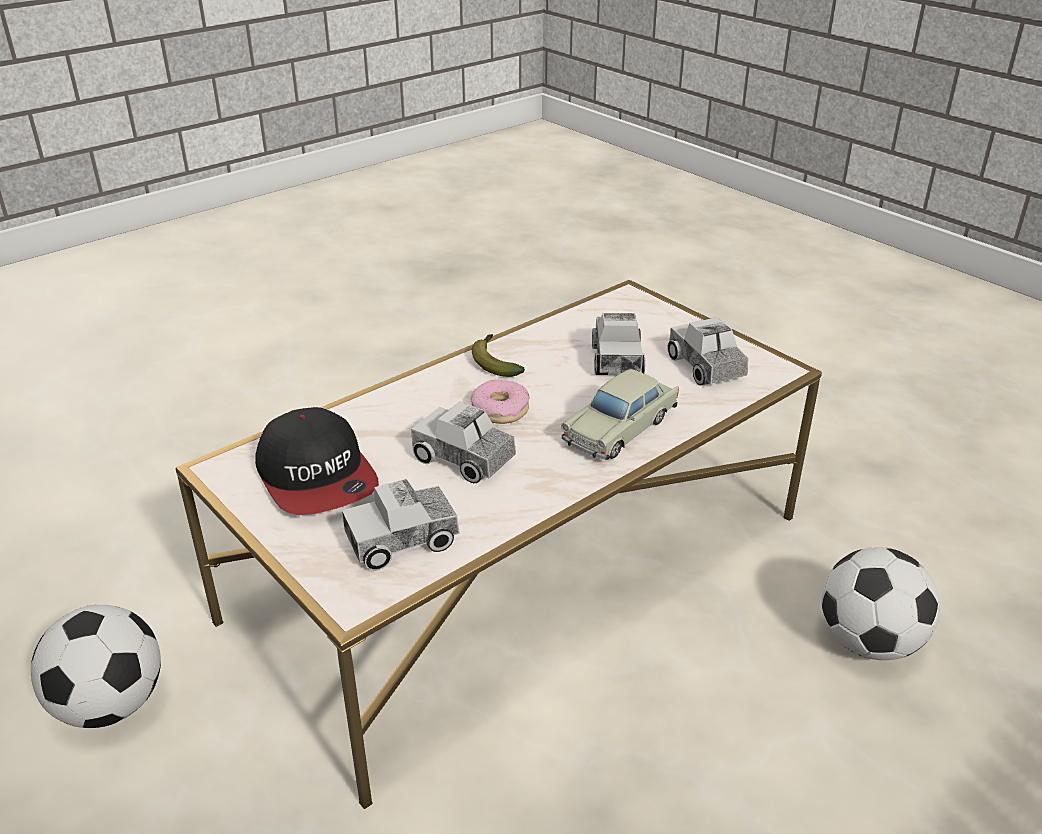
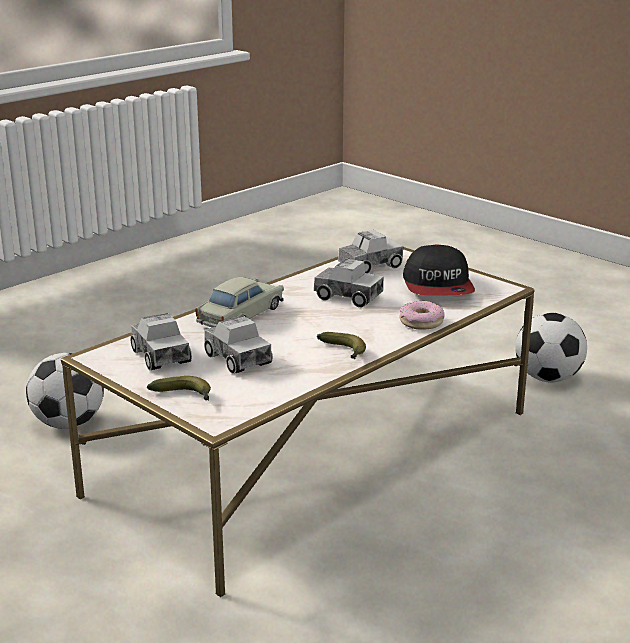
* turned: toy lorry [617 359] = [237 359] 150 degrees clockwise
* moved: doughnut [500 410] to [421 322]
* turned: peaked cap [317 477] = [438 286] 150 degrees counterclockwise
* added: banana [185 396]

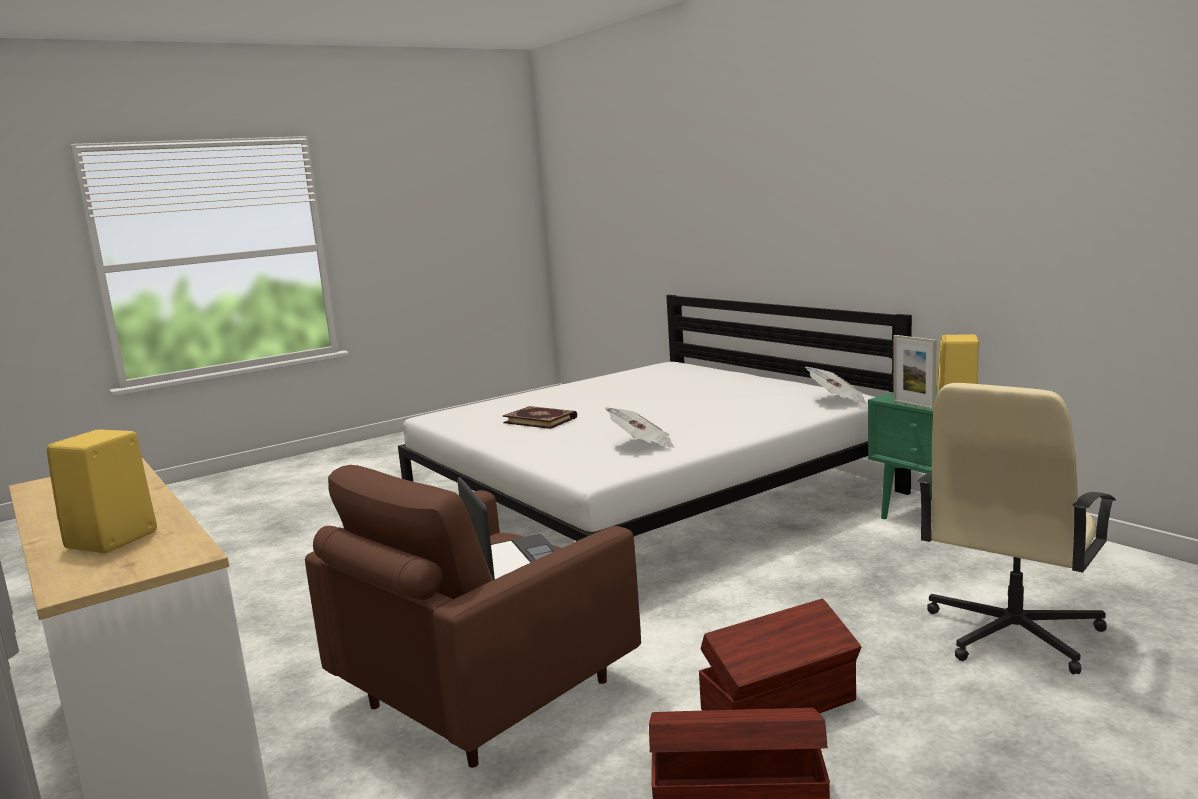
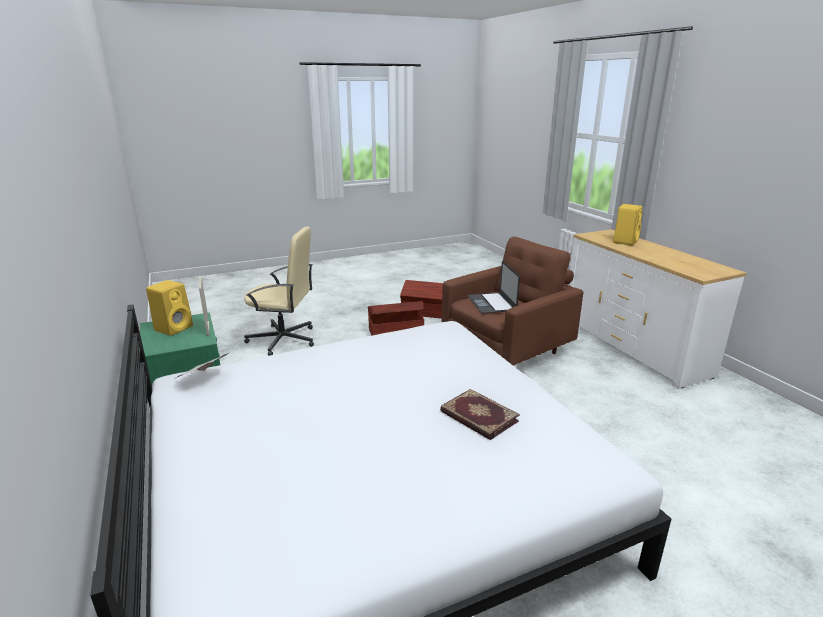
* turned: beige computer chair [1011 634] = [284 340] 45 degrees clockwise
* removed: newspaper [642 445]

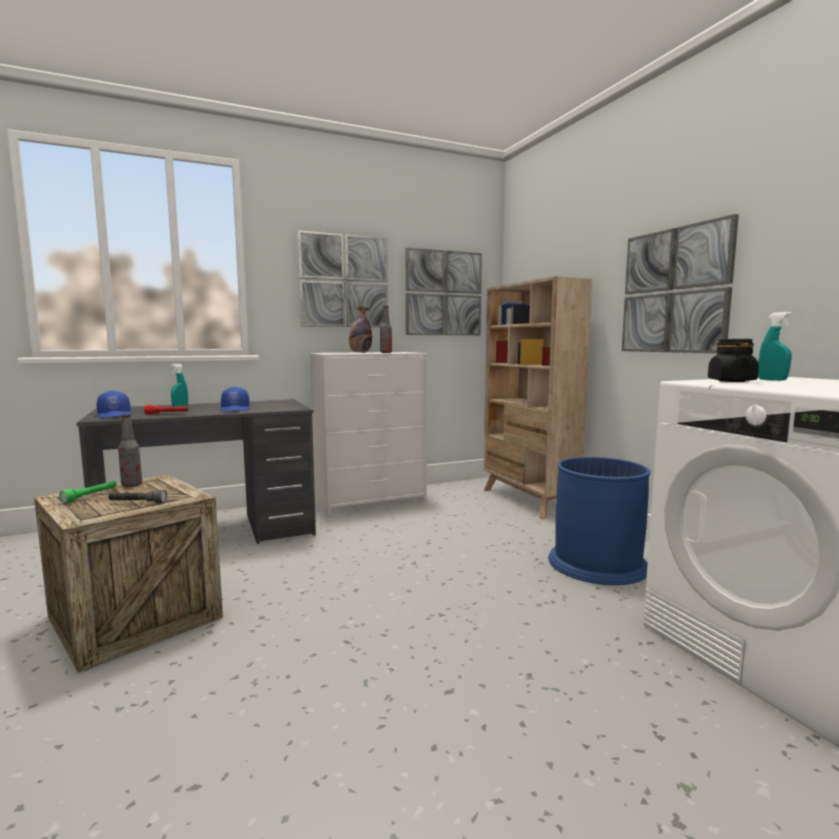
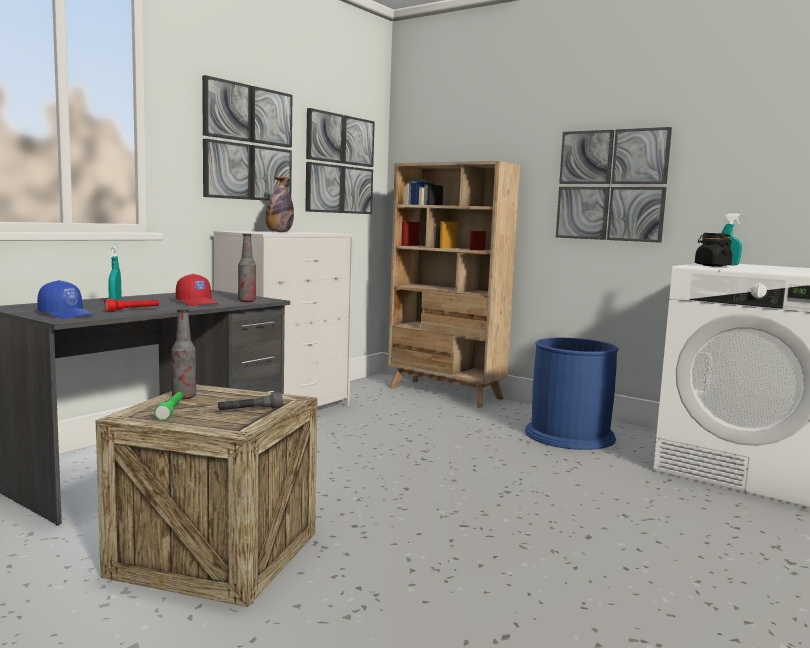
* moved: bottle [386 352] to [247 301]
* recoloured: blue-coloured peaked cap [235 409] to red peaked cap [198 303]

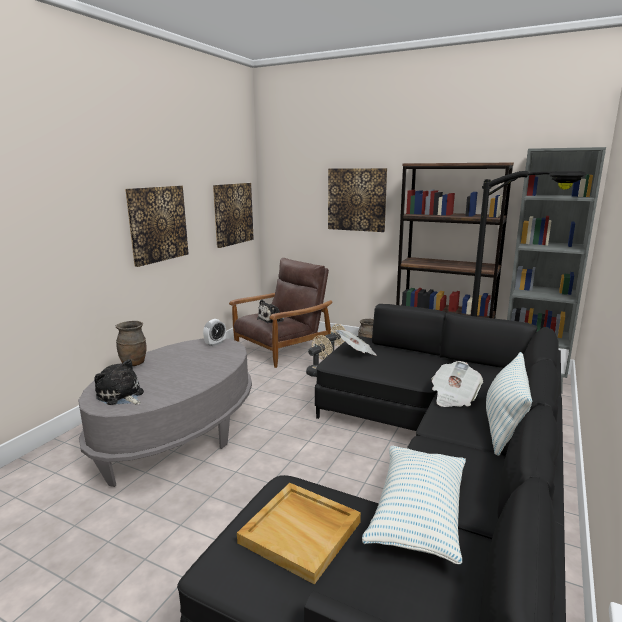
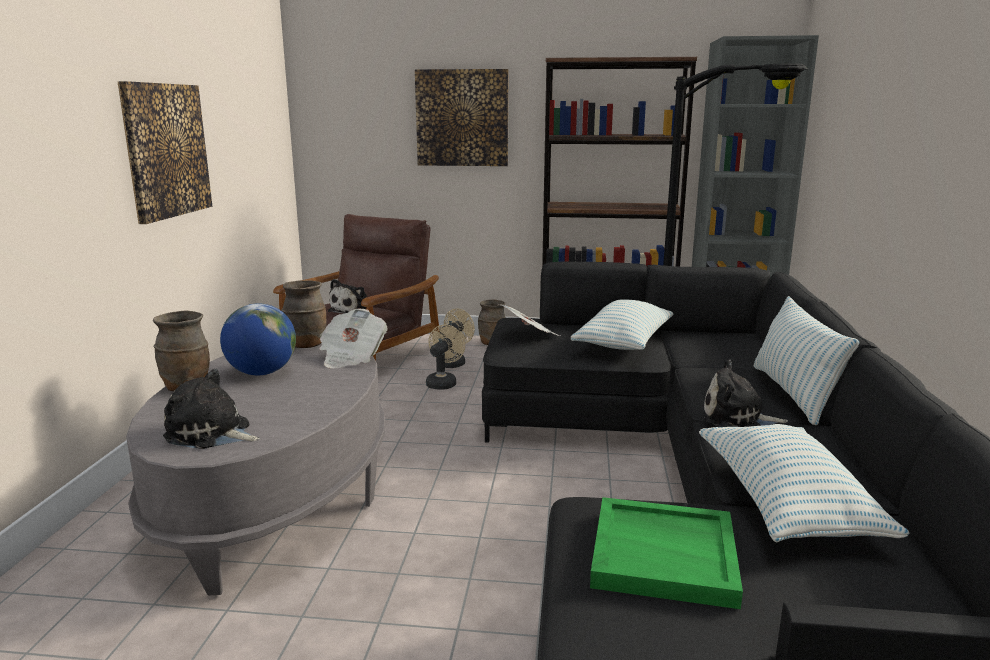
* removed: wall art [233 214]
* replaced: bedside clock [215 343] to brown decorative vase [306 345]
* moved: newspaper [453 397] to [351 357]
* recoloured: beige tray [301 532] to greenish tray [665 555]
* added: pillow [624 343]
* added: world globe [262 373]
* added: plush toy [737 418]

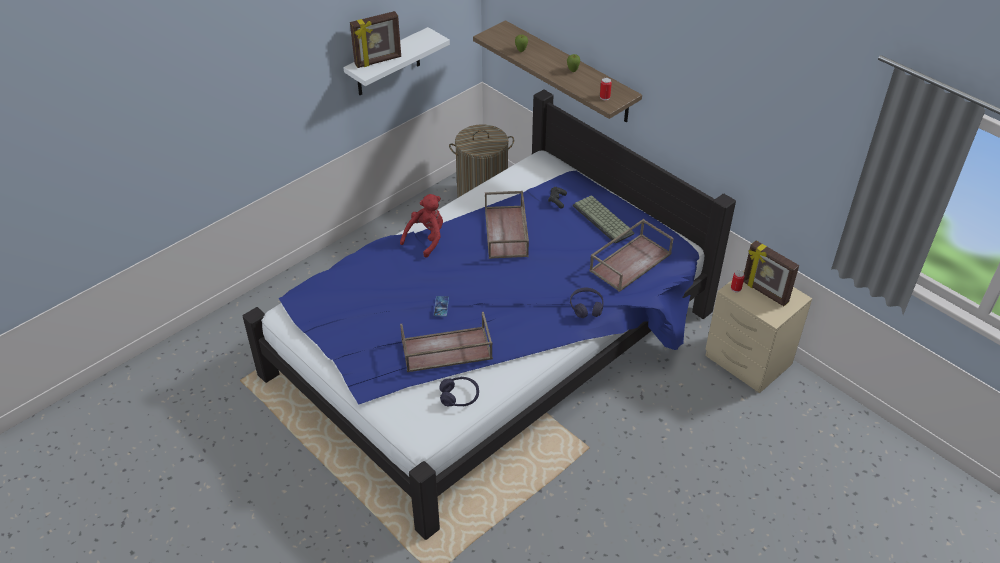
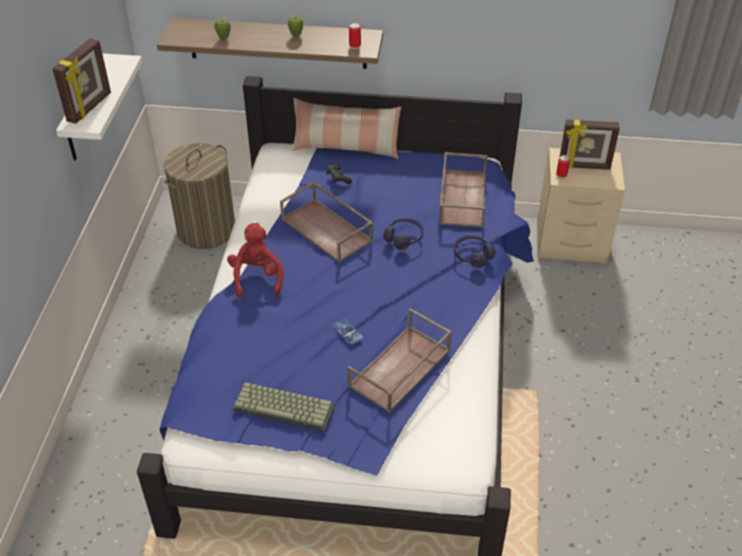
* moved: computer keyboard [604 220] to [285 406]
* moved: purplish headset [459 396] to [404 238]
* added: pillow [346 147]

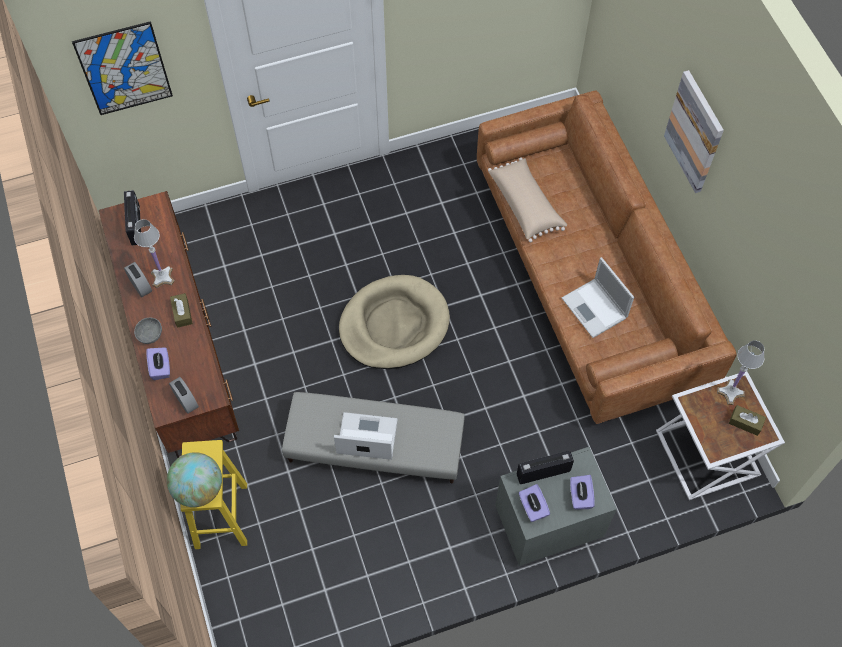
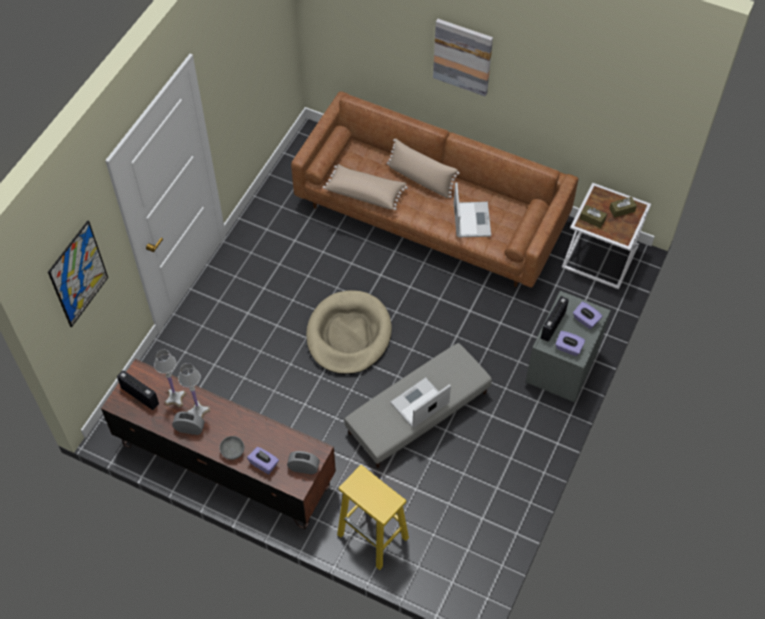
* turned: portable computer [595 309] = [471 219] 105 degrees counterclockwise
* moved: brown box of tissues [182 313] to [592 219]
* moved: whitish table lamp [730 392] to [175 398]
* removed: world globe [199 489]
* added: beige pillow [421 179]

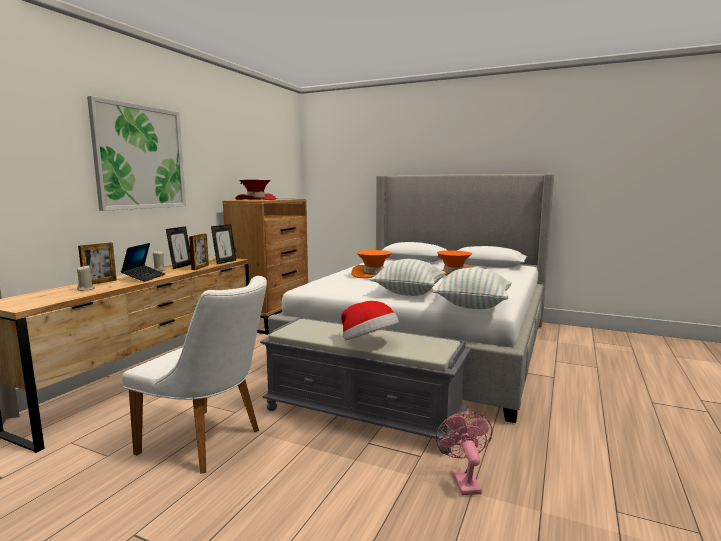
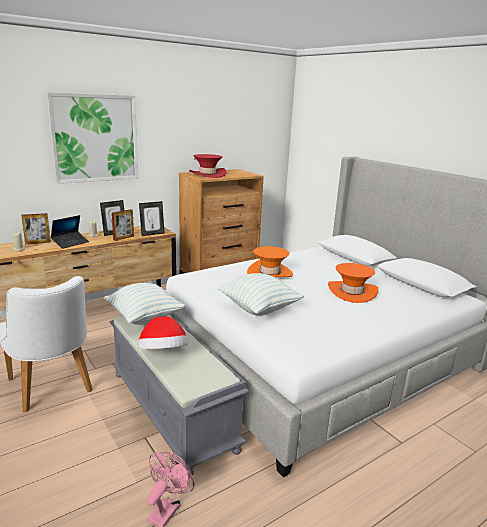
* moved: pillow [473 306] to [144 317]

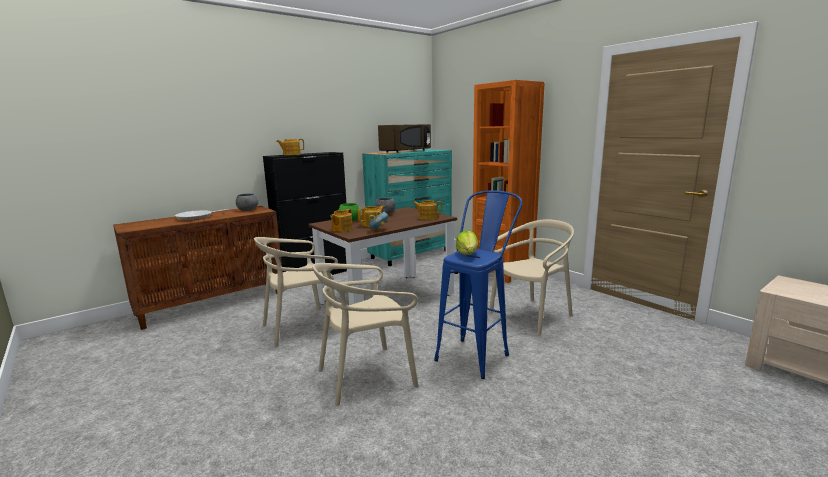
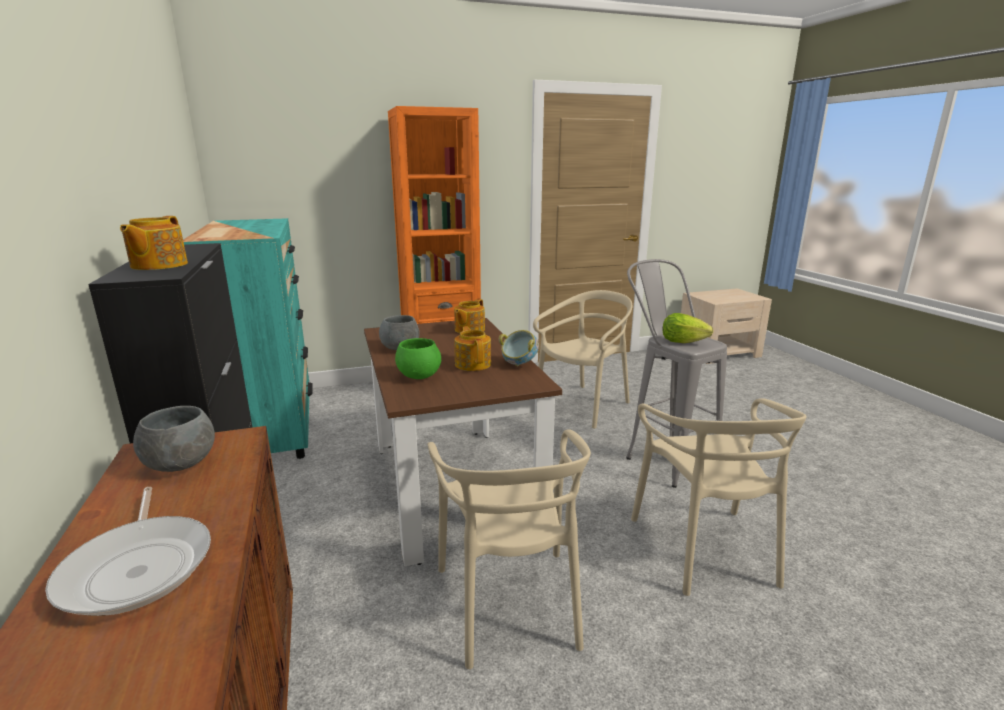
* removed: brown kitchen microwave [407 151]
* recoloured: blue-coloured stool [477 353] to grey stool [662 457]
* removed: tea pot [341 229]
* turned: beige plain chair [531 315] = [583 405] 60 degrees clockwise

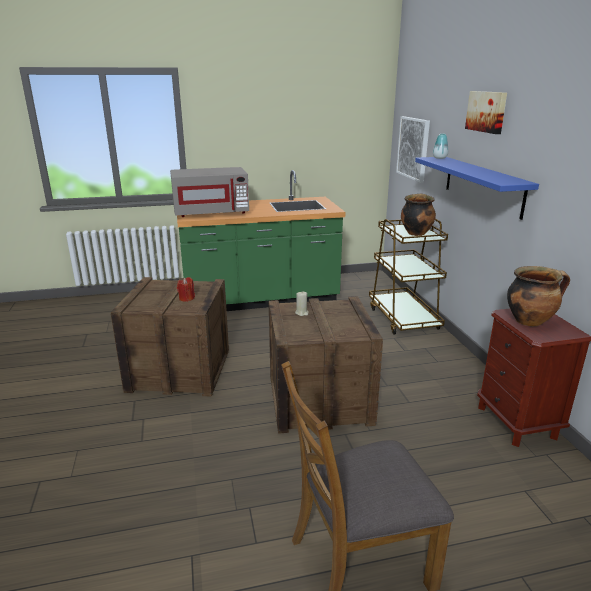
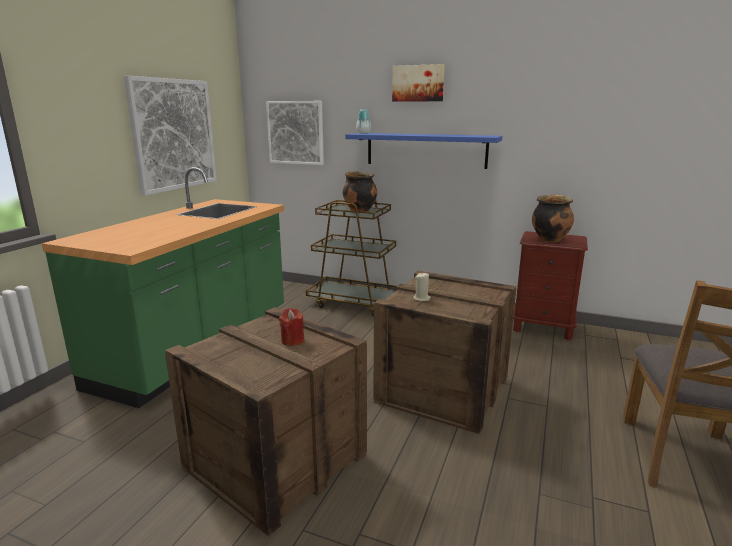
* removed: grey kitchen microwave [211 213]
* added: wall art [174 134]

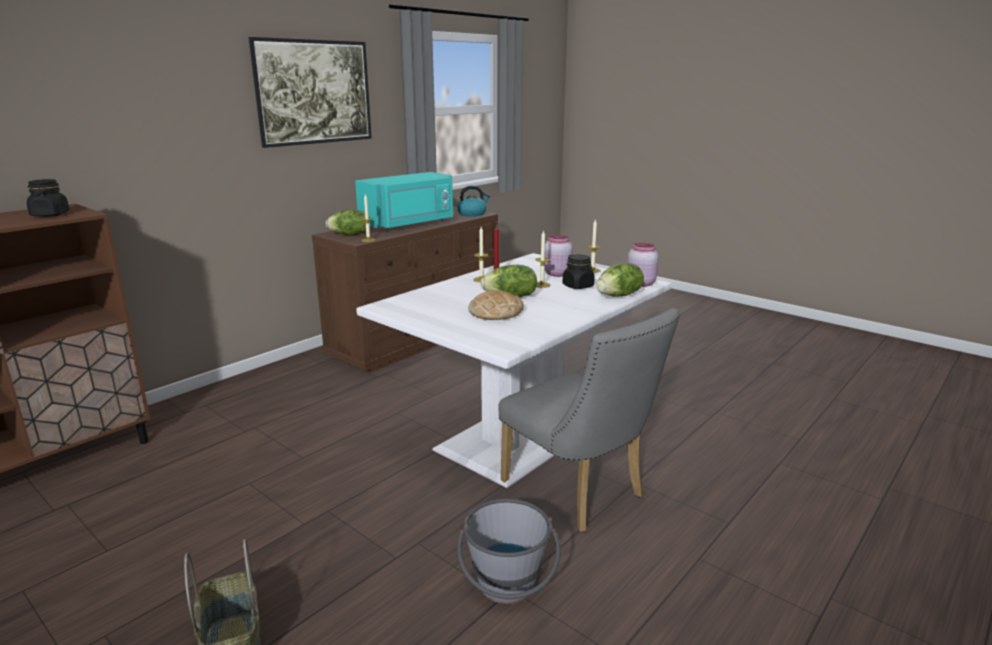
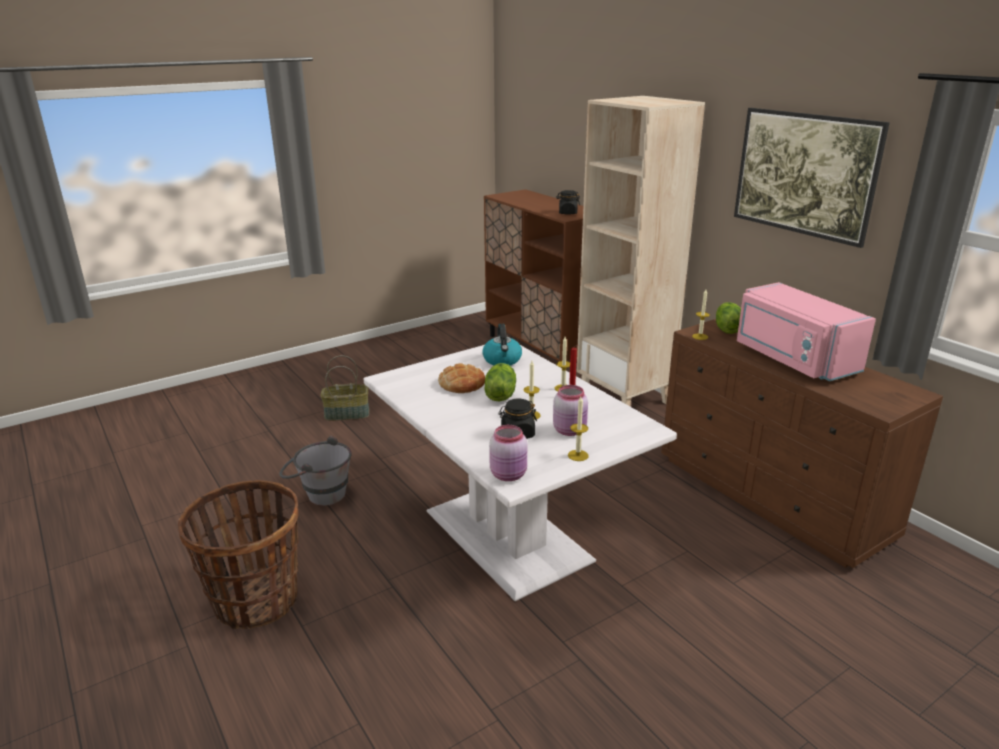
* recoloured: blue-green kitchen microwave [409 223] to pink-coloured kitchen microwave [792 359]
* moved: tea kettle [472 214] to [502 360]
* removed: lettuce head [619 296]
* removed: grey plain chair [580 494]
* added: beige bookshelf [624 397]
* added: basket [255 600]

